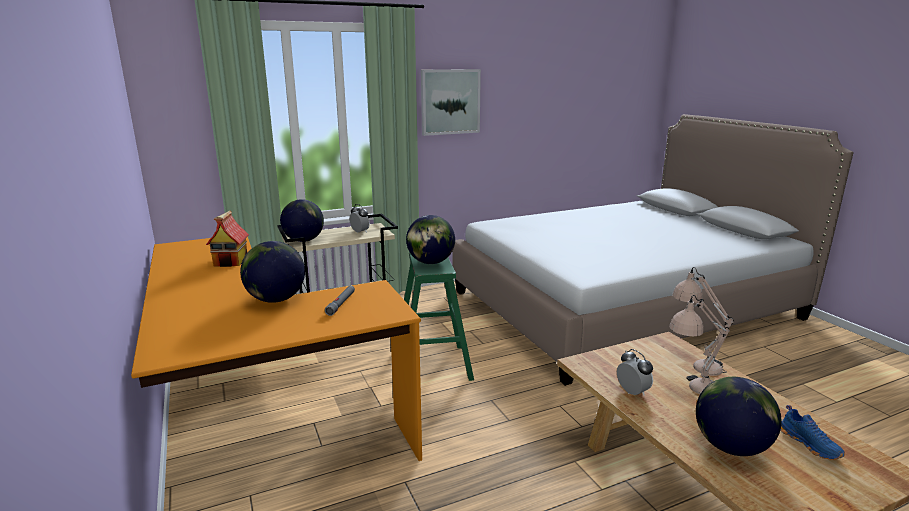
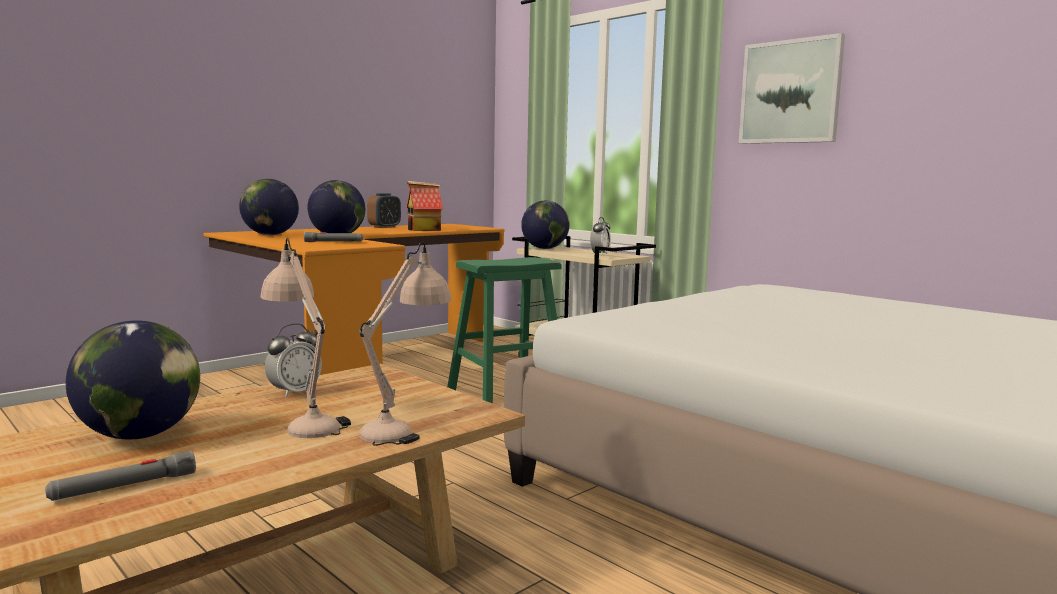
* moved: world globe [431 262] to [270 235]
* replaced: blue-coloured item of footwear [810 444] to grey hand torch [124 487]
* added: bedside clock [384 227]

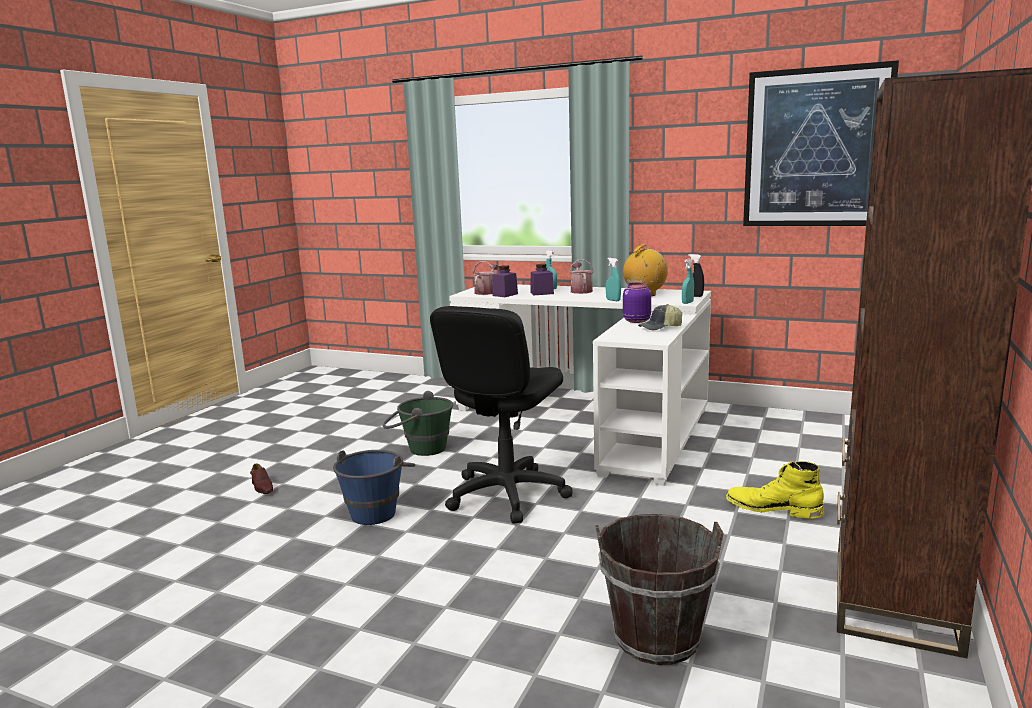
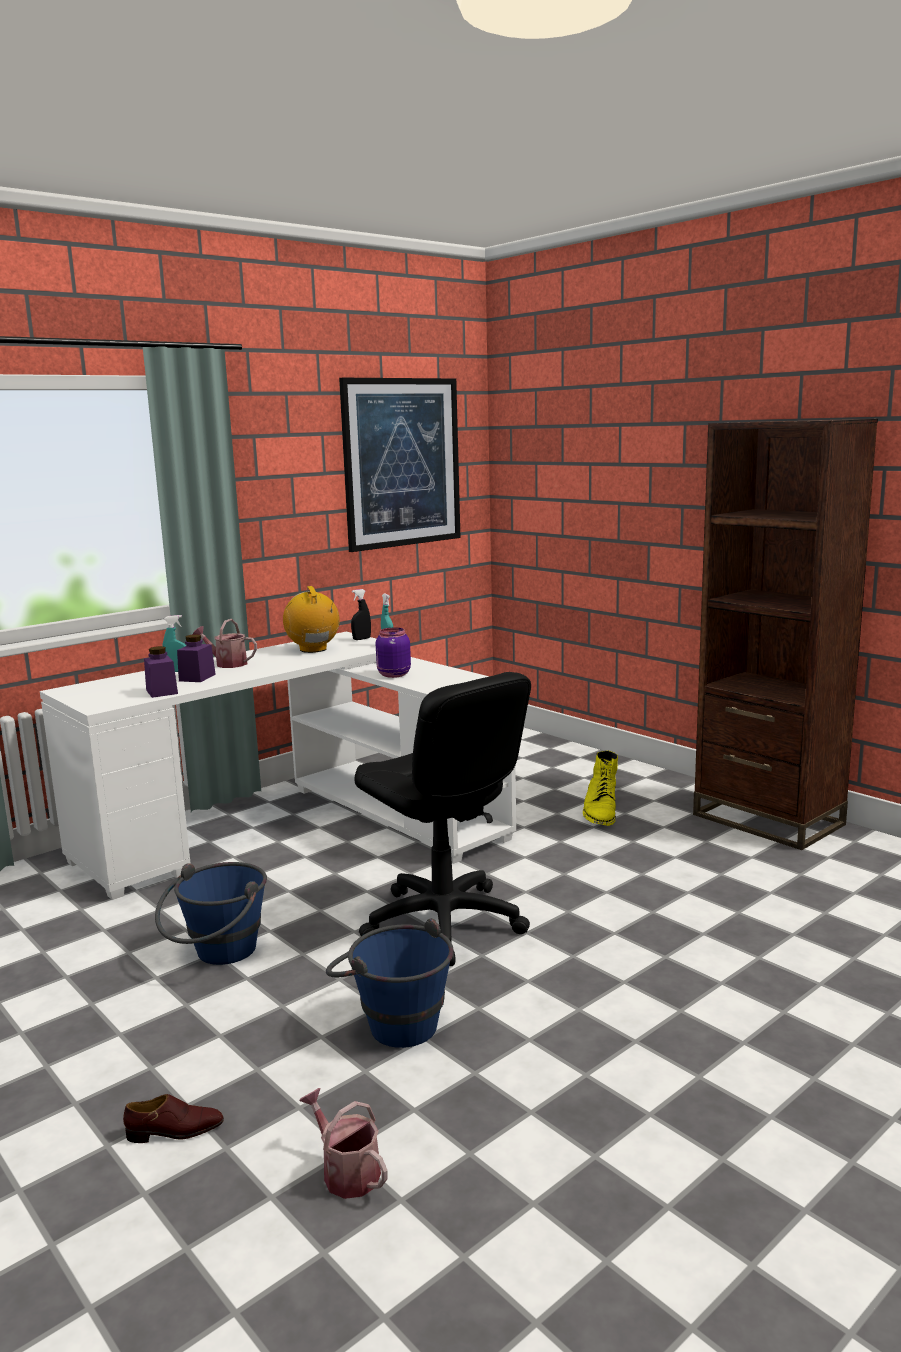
* removed: blue-green sprayer [613 300]
* moved: sprinkling can [486 292] to [346 1171]
* removed: peaked cap [660 328]
* recoloured: greenish pail [419 449] to blue-coloured pail [218 955]
* turned: yellowish tall boot [773 508] = [600 812] 45 degrees counterclockwise
* removed: brown pail [656 638]

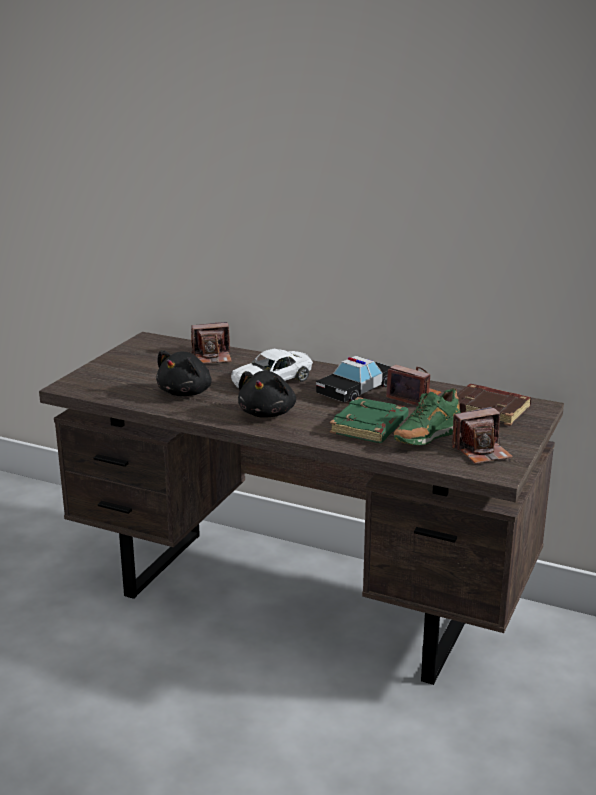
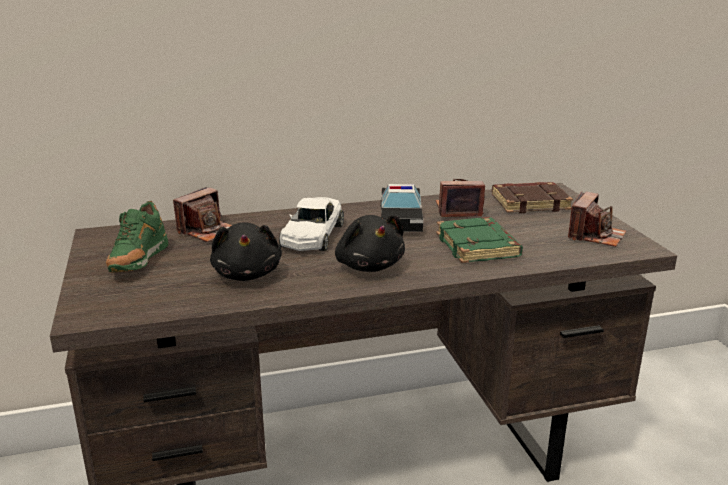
* moved: greenish item of footwear [426 439] to [138 263]

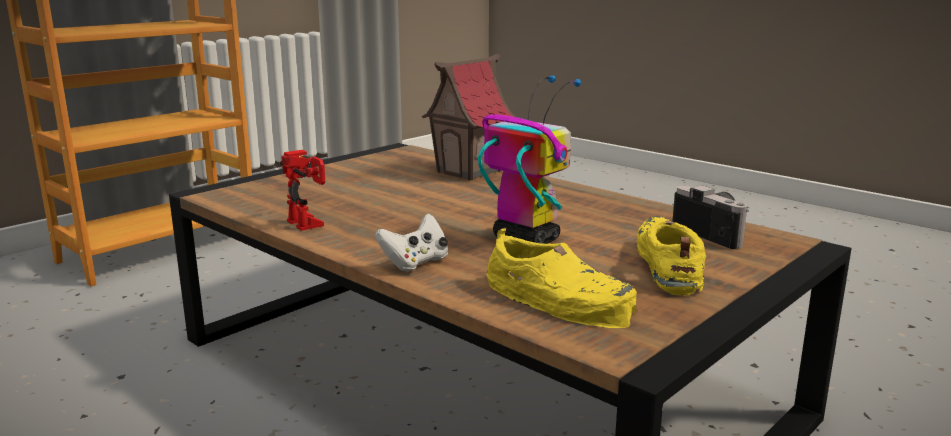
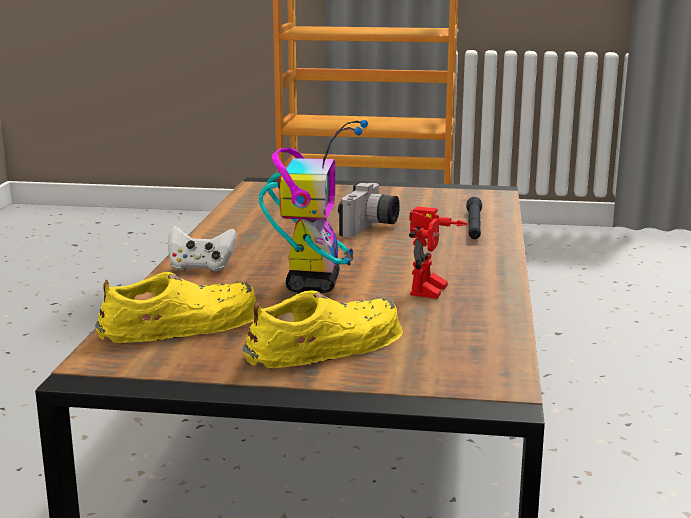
* replaced: model house [469 171] to black-coloured hand torch [474 226]
* moved: robot figure [311 223] to [433 292]
* moved: photo camera [715 233] to [371 228]
* turned: yellowish item of footwear [559 300] = [182 324] 120 degrees counterclockwise

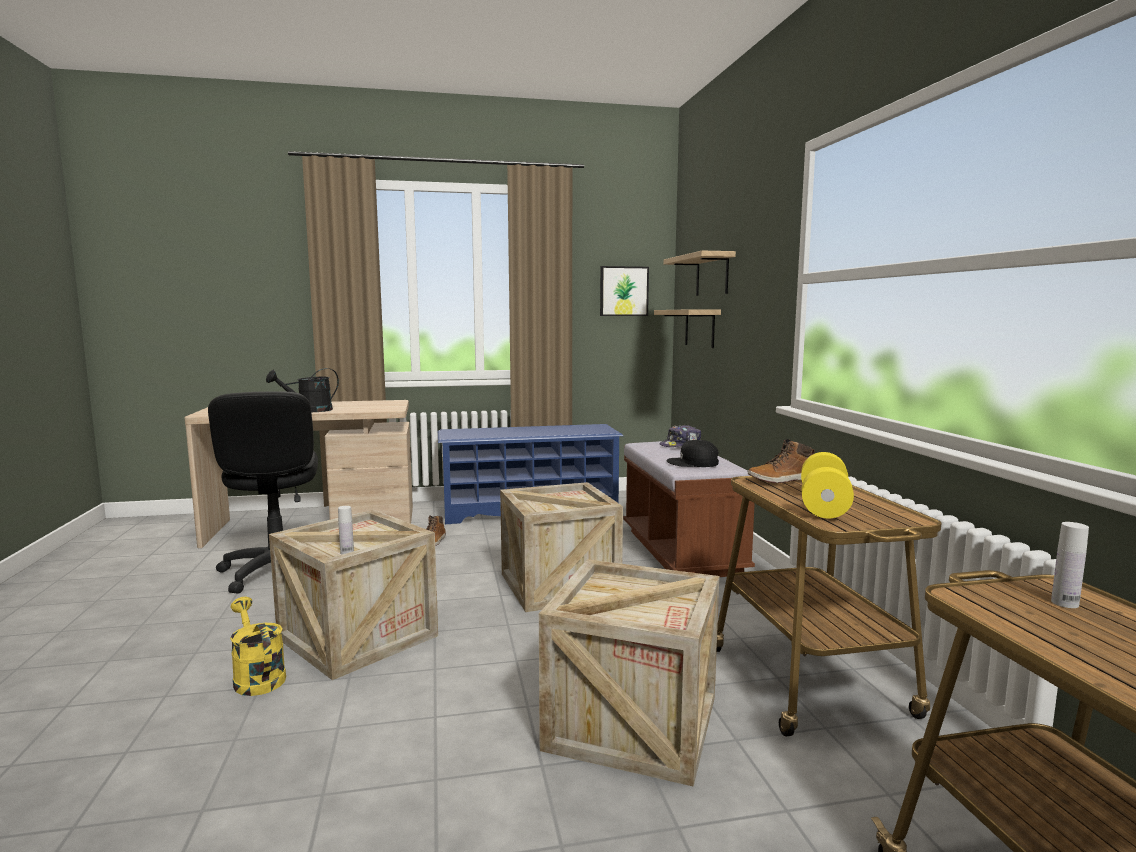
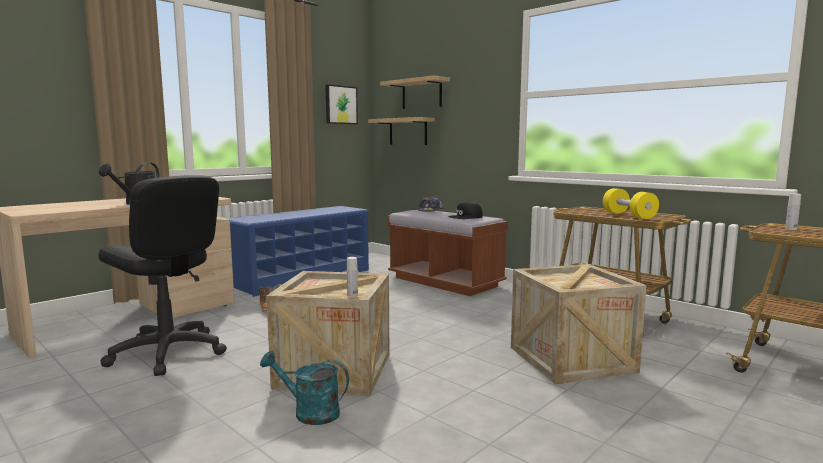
* removed: tall boot [781 479]
* removed: shipping crate [559 585]
* recoloured: yellowish sprinkling can [257 677] to blue-green sprinkling can [309 412]

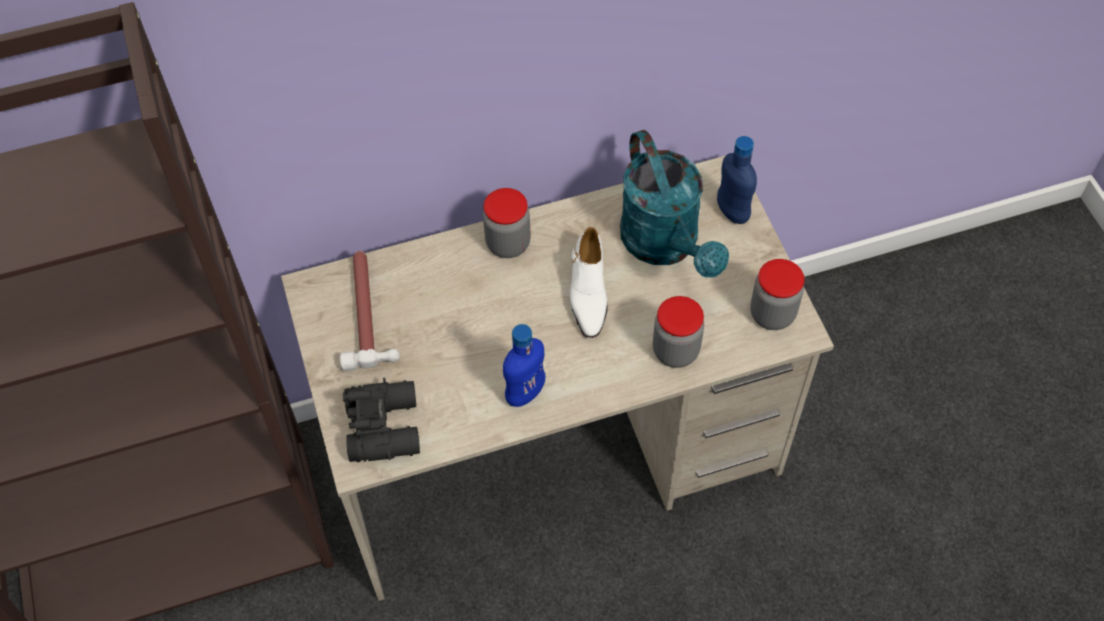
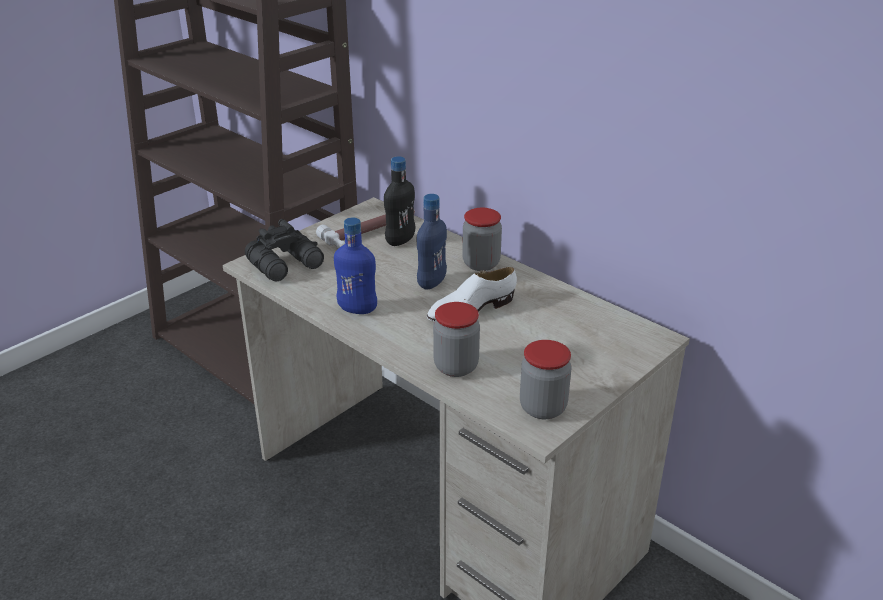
* removed: blue-green sprinkling can [666 245]
* moved: blue-coloured bottle [732 212] to [431 283]
* added: black-coloured bottle [400 241]

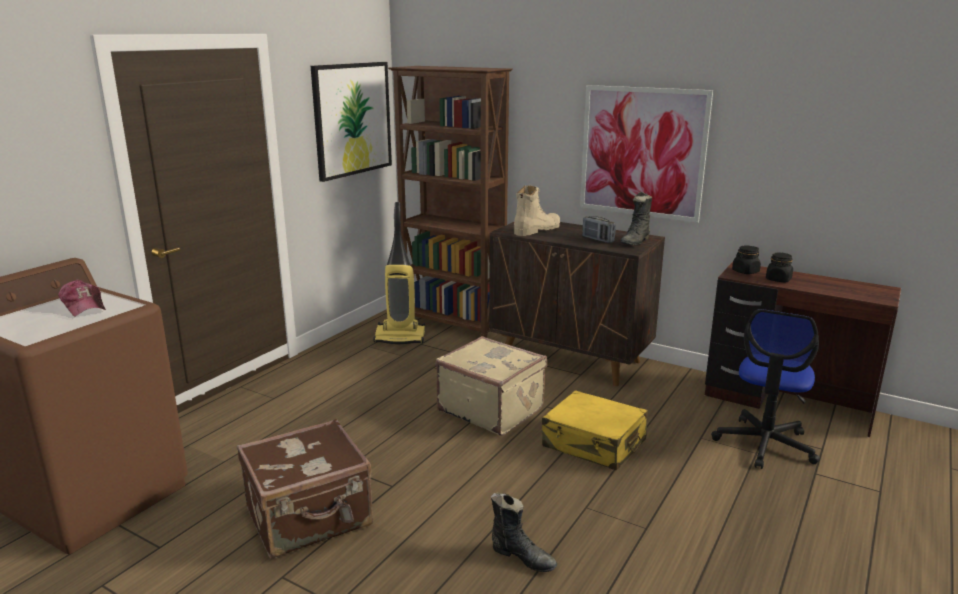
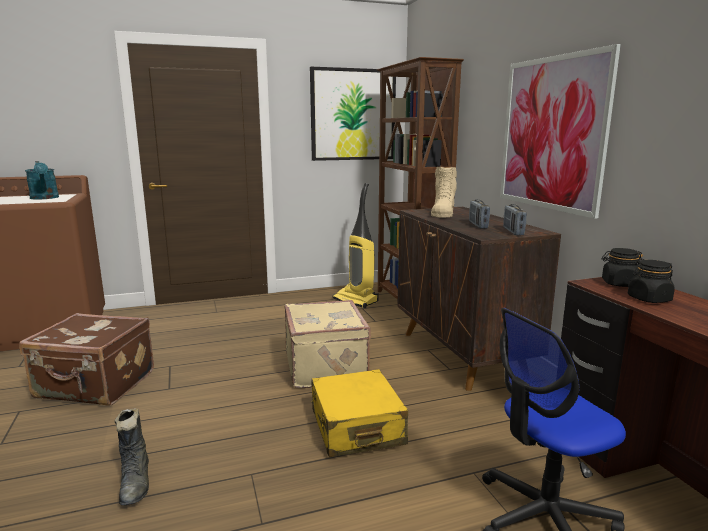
* turned: beige tall boot [536 230] = [443 213] 105 degrees clockwise
* replaced: black-coloured tall boot [636 241] to radio set [513 232]
* replaced: peaked cap [84 306] to blue-green sprinkling can [45 198]

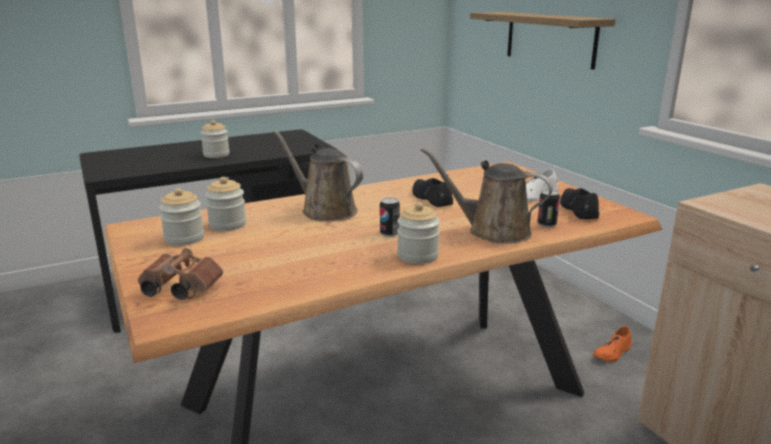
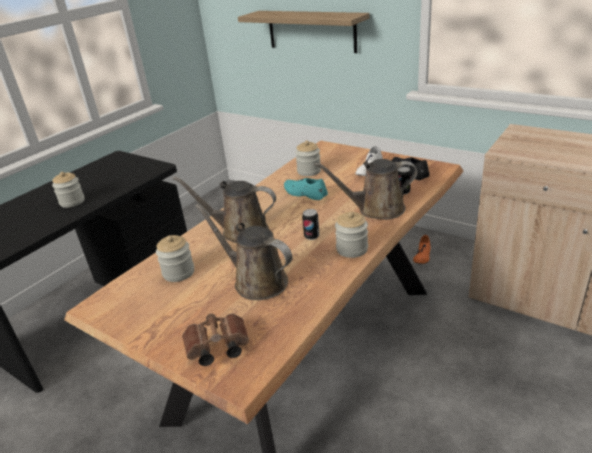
* recoloured: black-coloured item of footwear [431 198] to blue-green item of footwear [305 193]
* moved: preserve jar [184 238] to [309 171]
* added: brown sprinkling can [256 281]

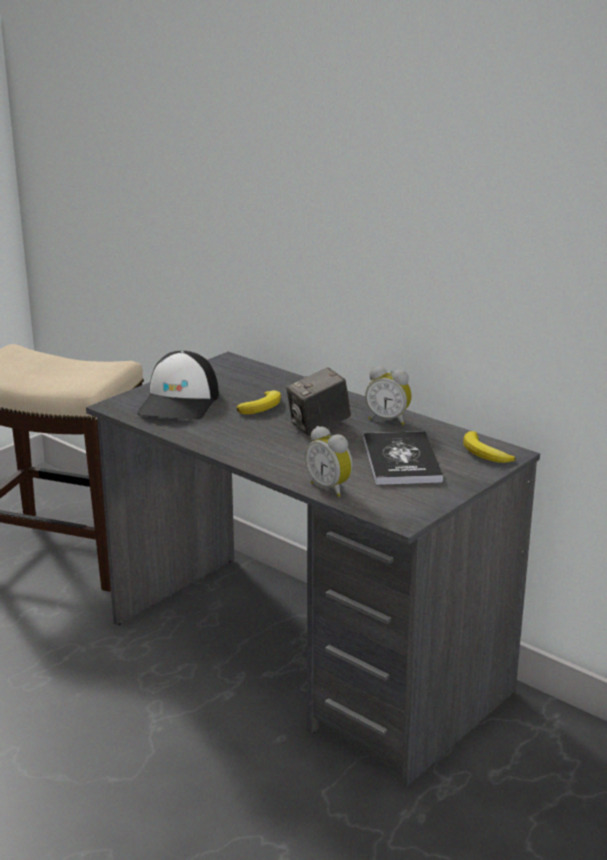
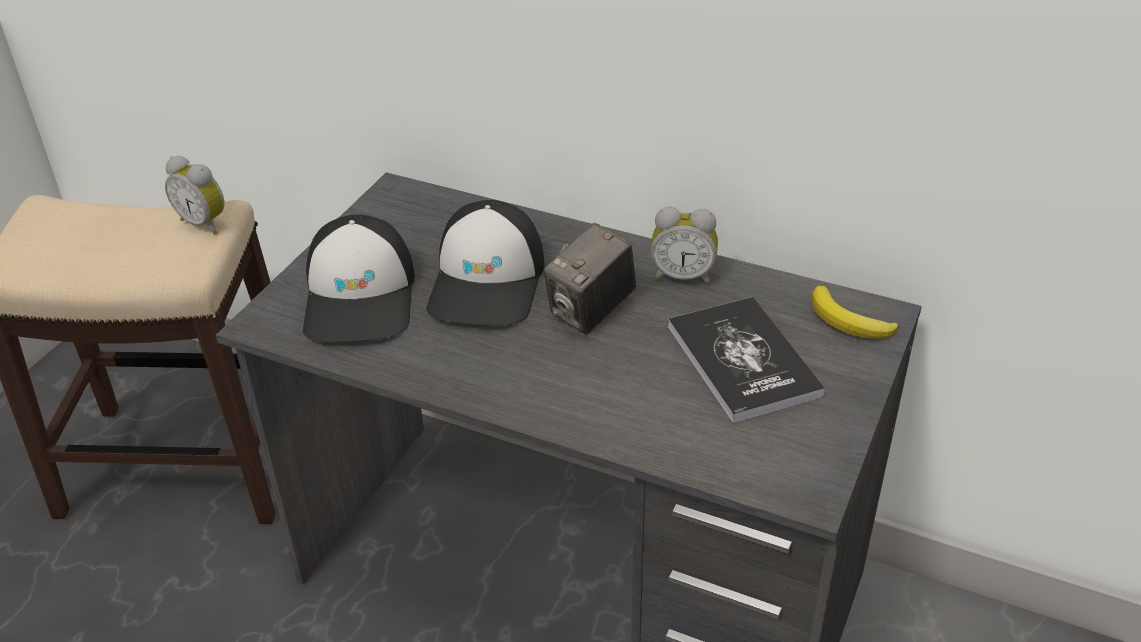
* replaced: banana [262 406] to peaked cap [488 282]
* moved: bedside clock [331 487] to [205 223]

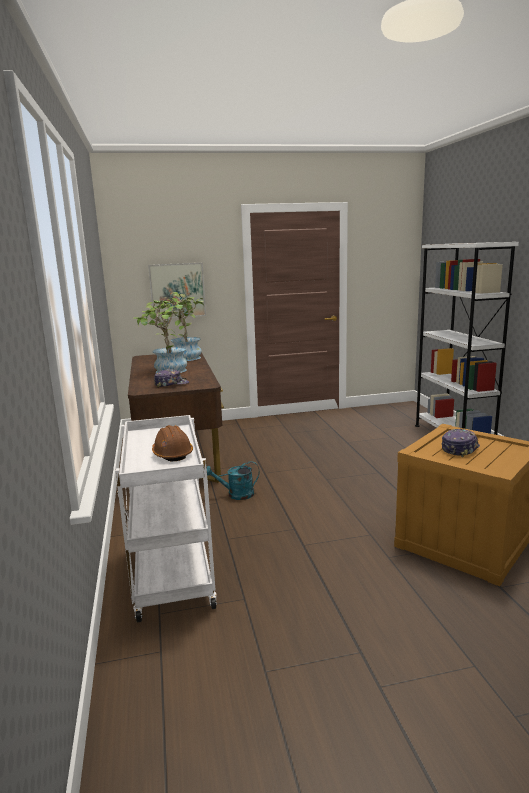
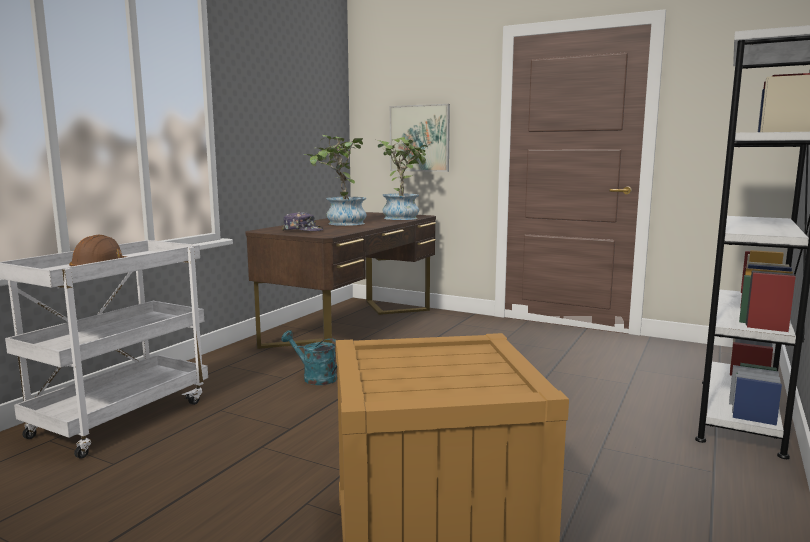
* removed: peaked cap [460 449]

